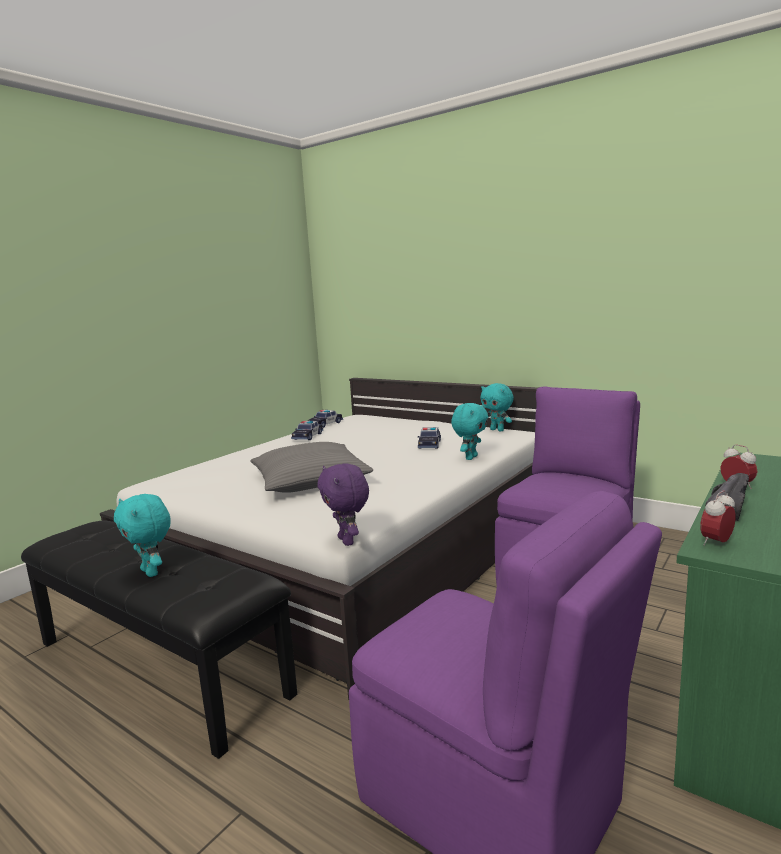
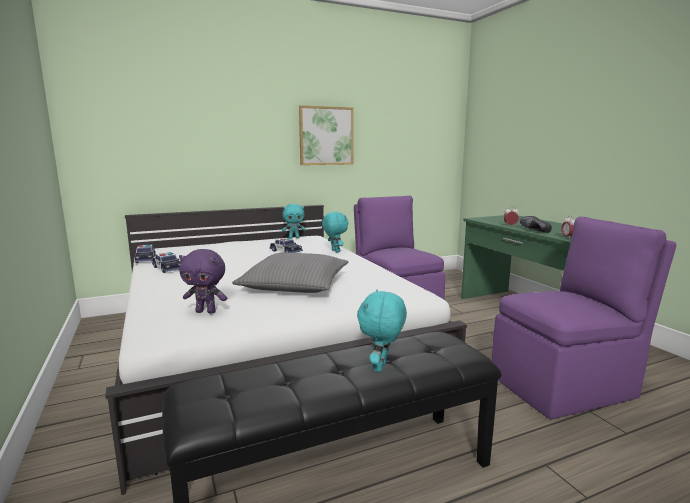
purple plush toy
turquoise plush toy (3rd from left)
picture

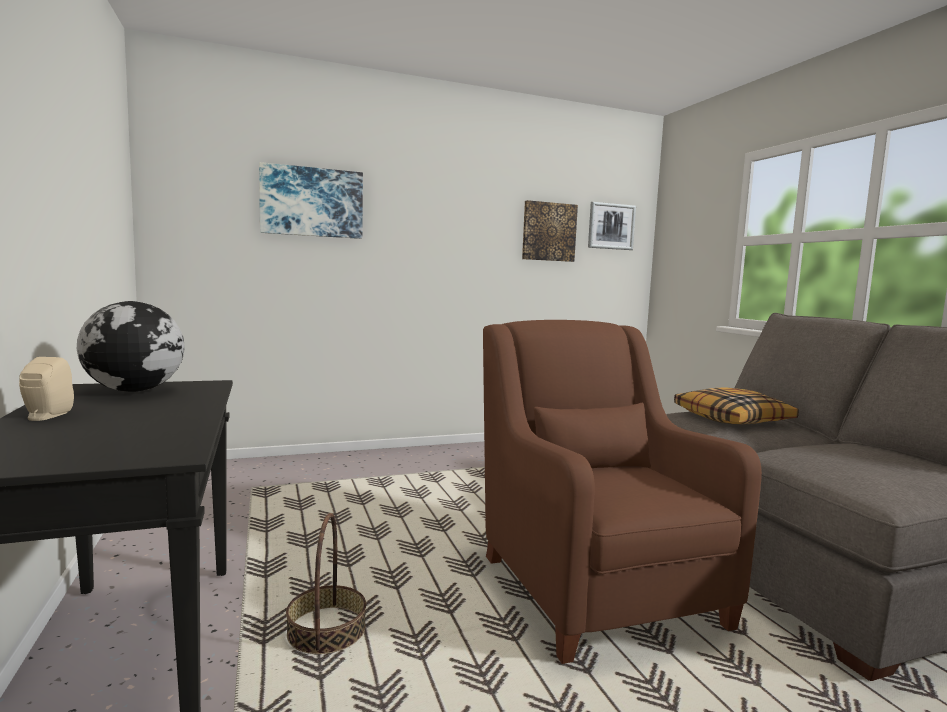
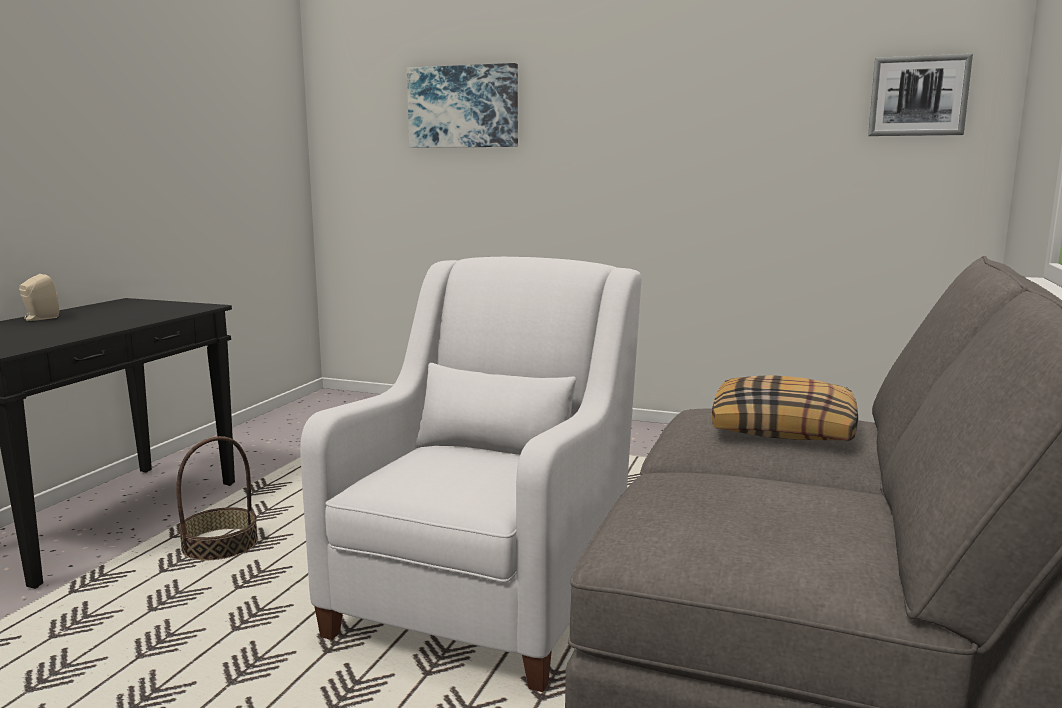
picture (2nd from left in the first image)
globe
white armchair

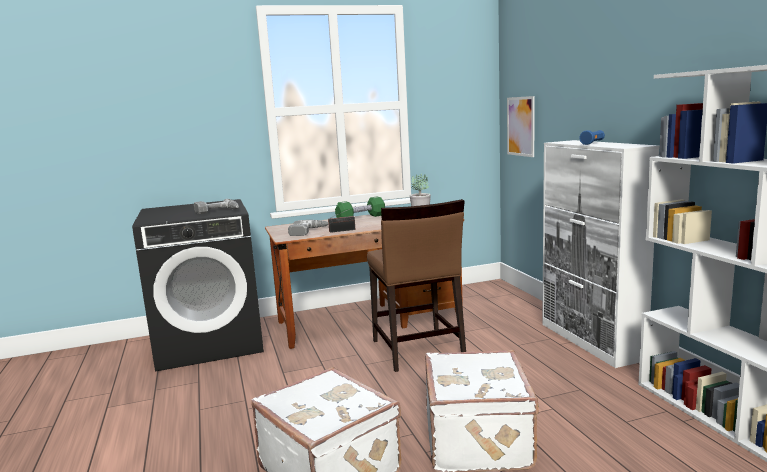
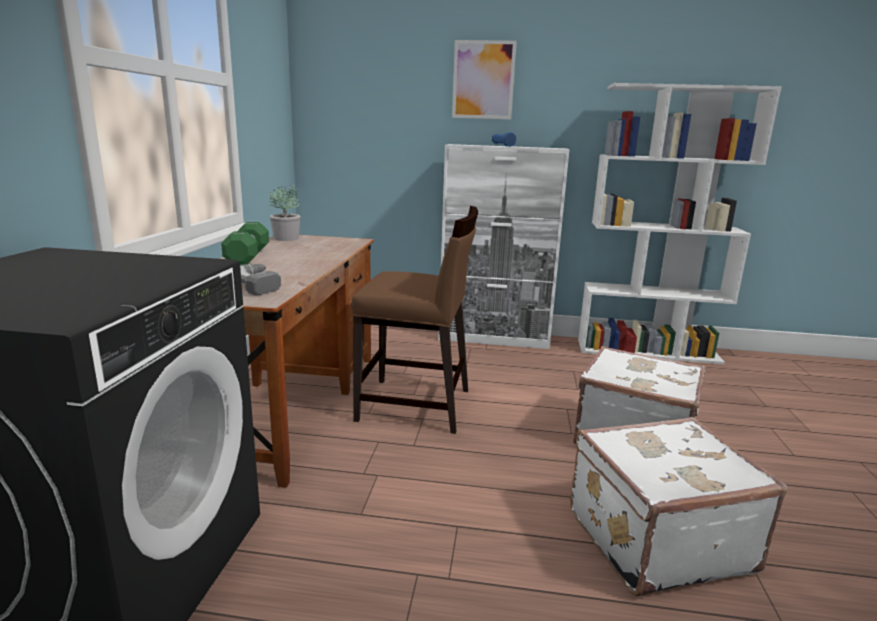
picture
power drill (1st from left in the first image)
radio

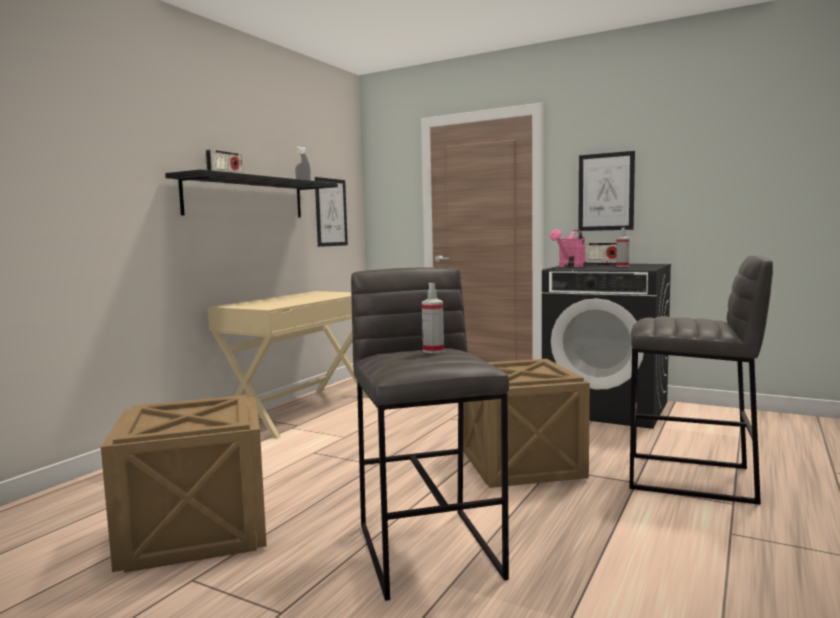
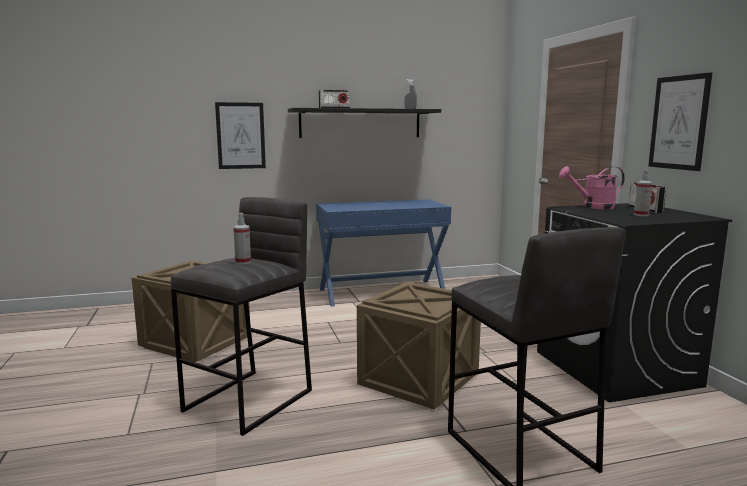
picture (1st from left)
blue desk

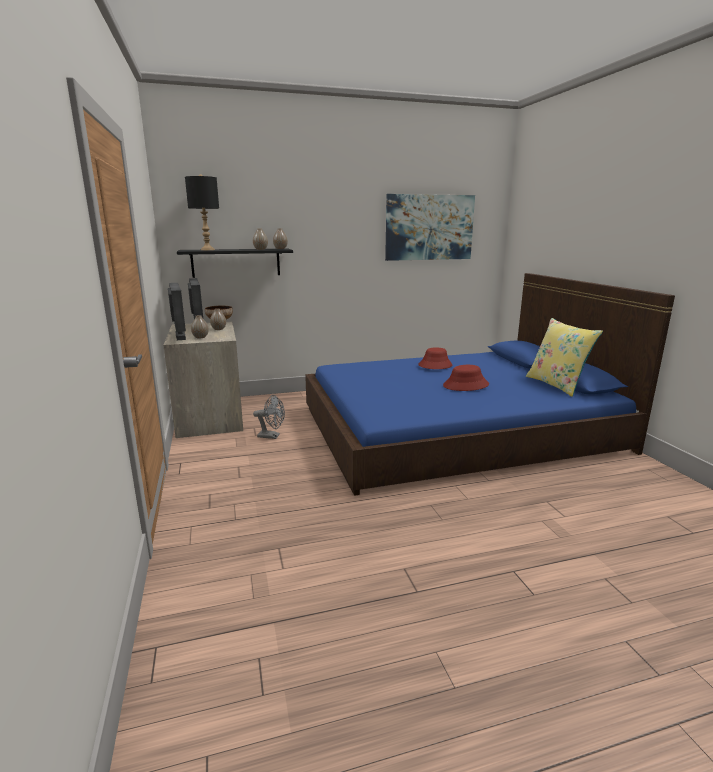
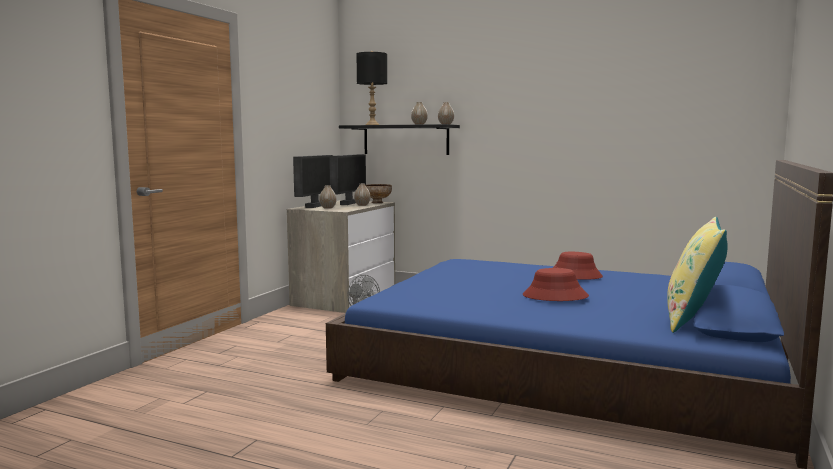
picture

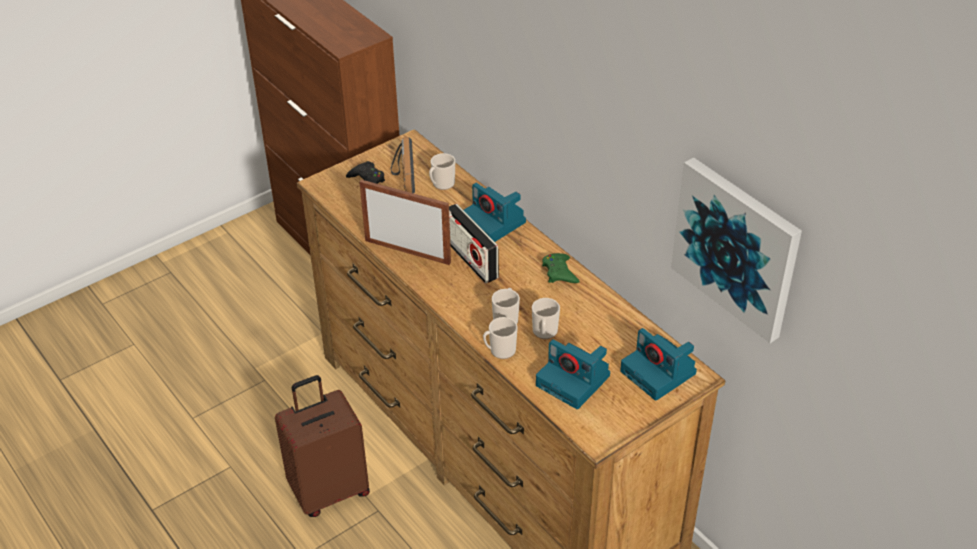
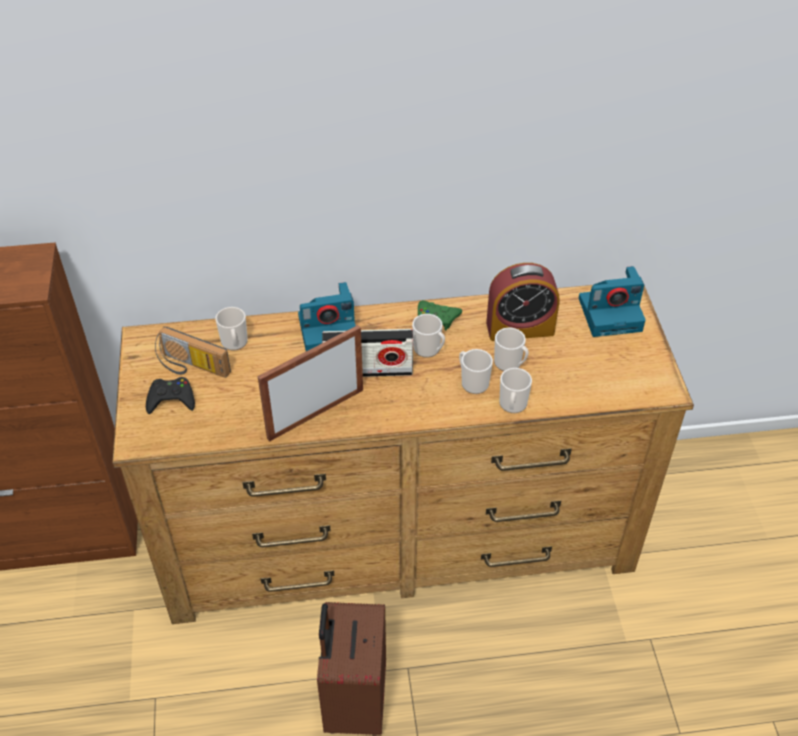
picture
photo camera (2nd from left in the first image)
alarm clock
mug (2nd from left)

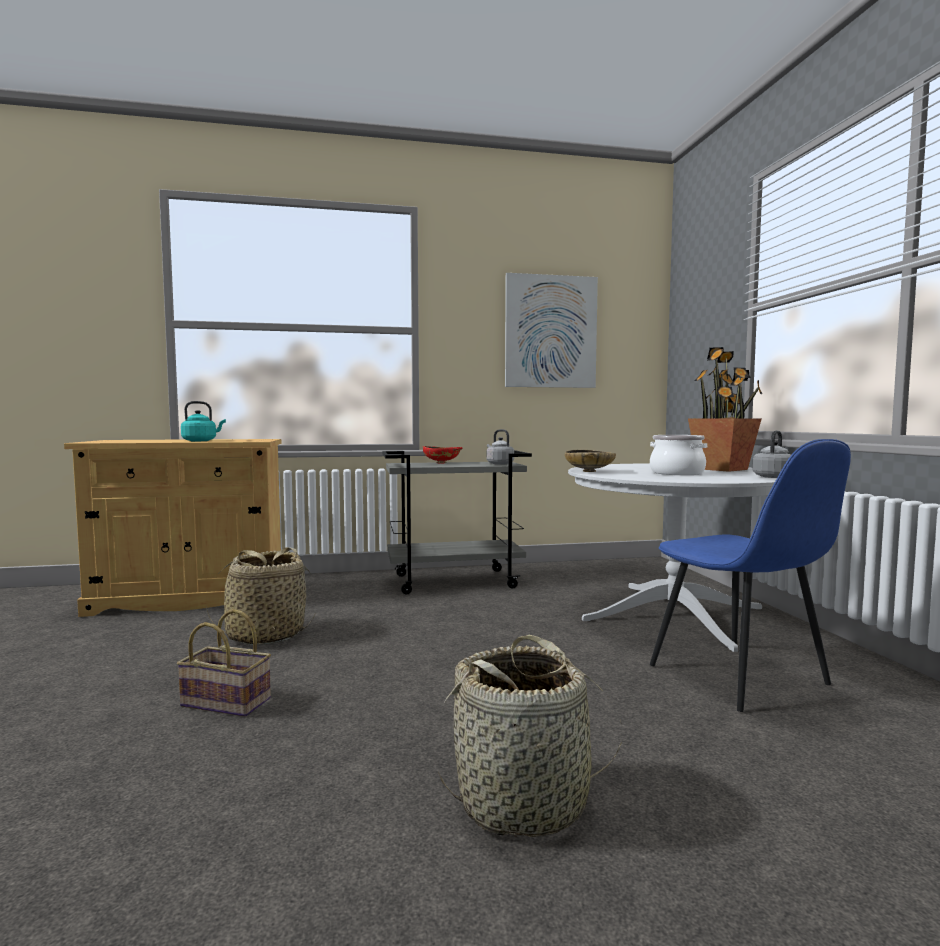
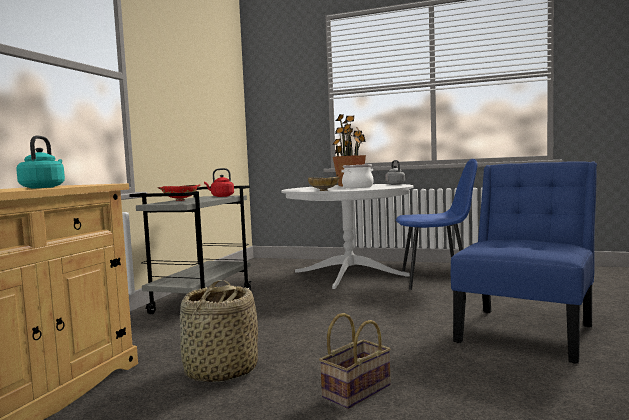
picture
red kettle
blue chair (2nd from left)

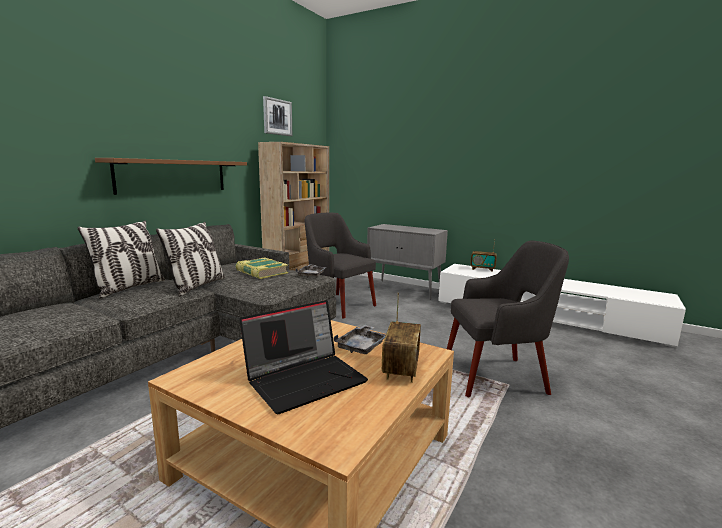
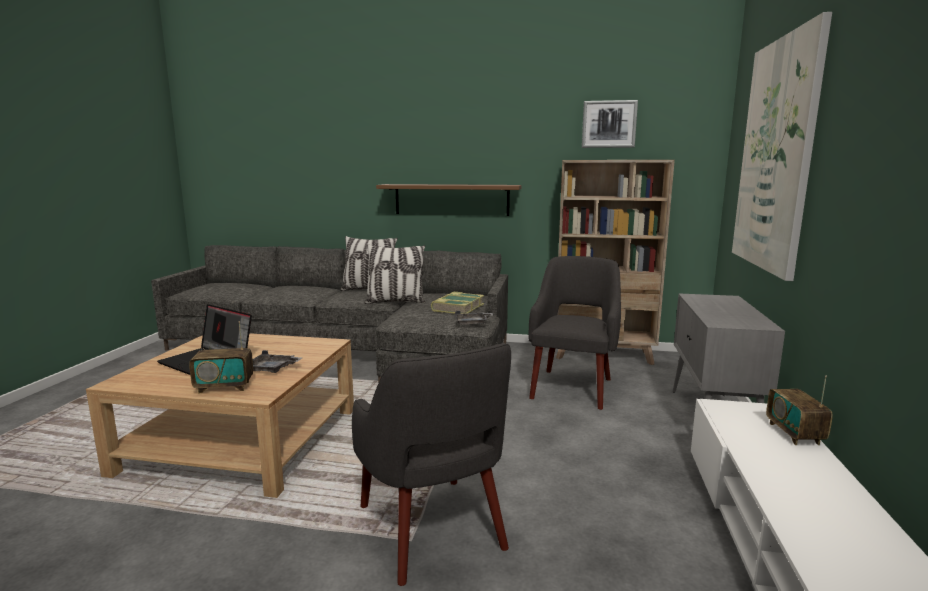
picture (2nd from left)

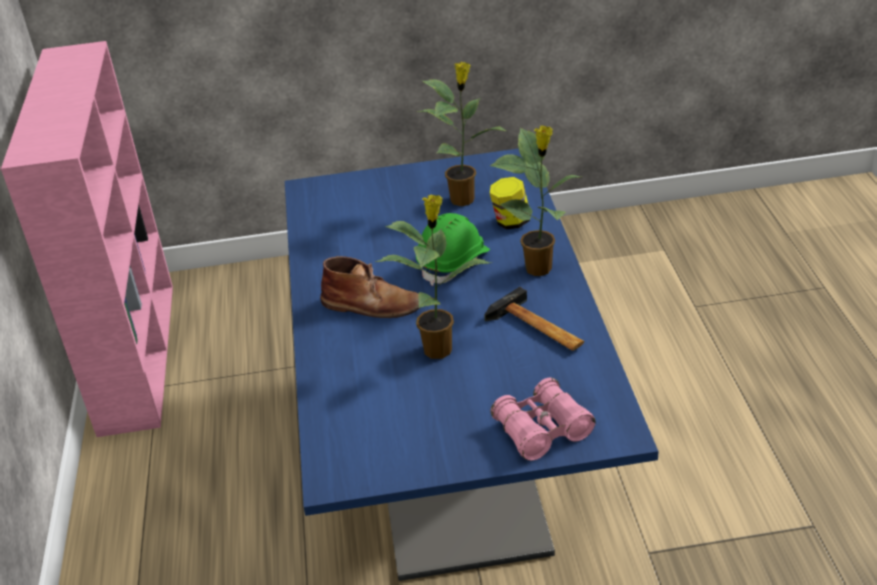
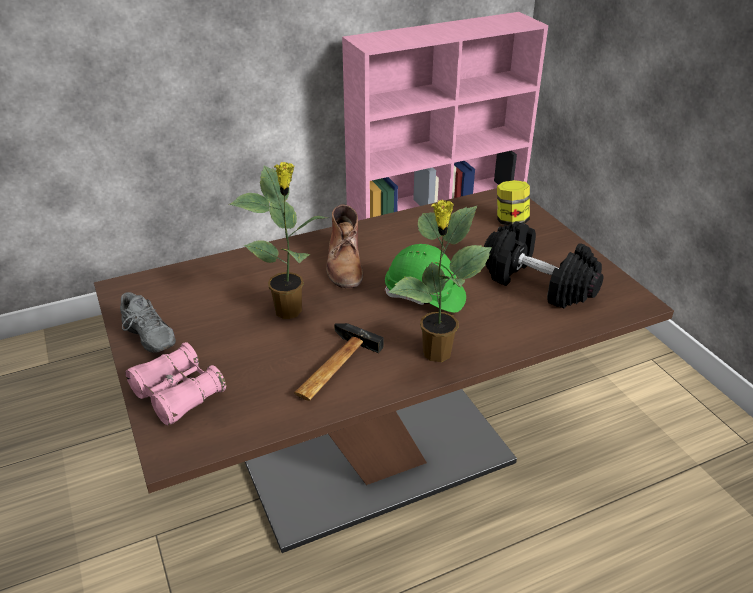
black dumbbell
brown dining table
jar
grey shoe

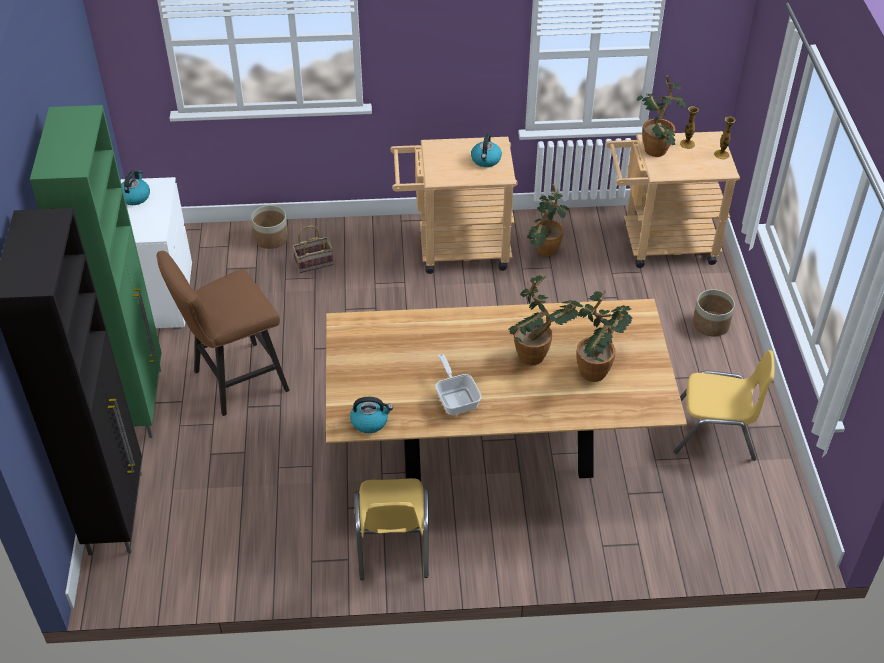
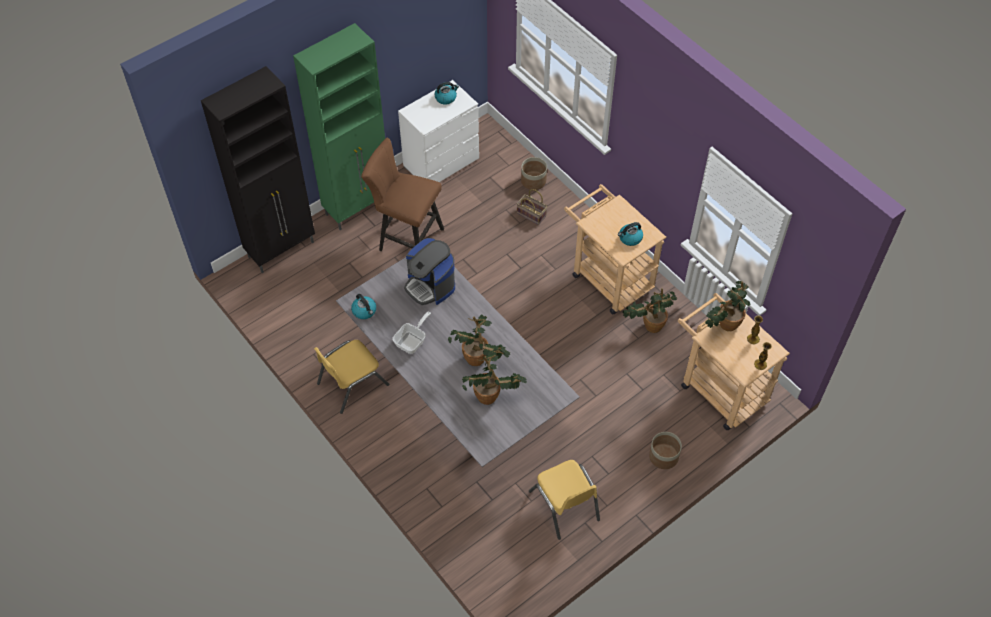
grey dining table
coffee machine

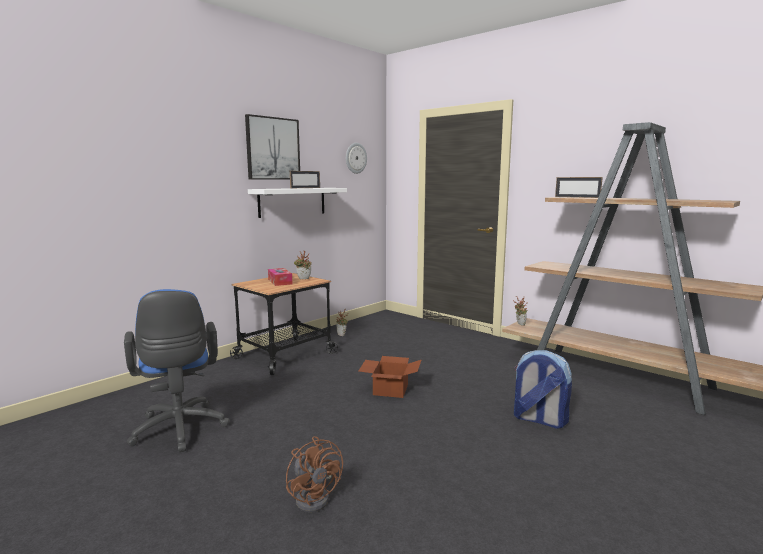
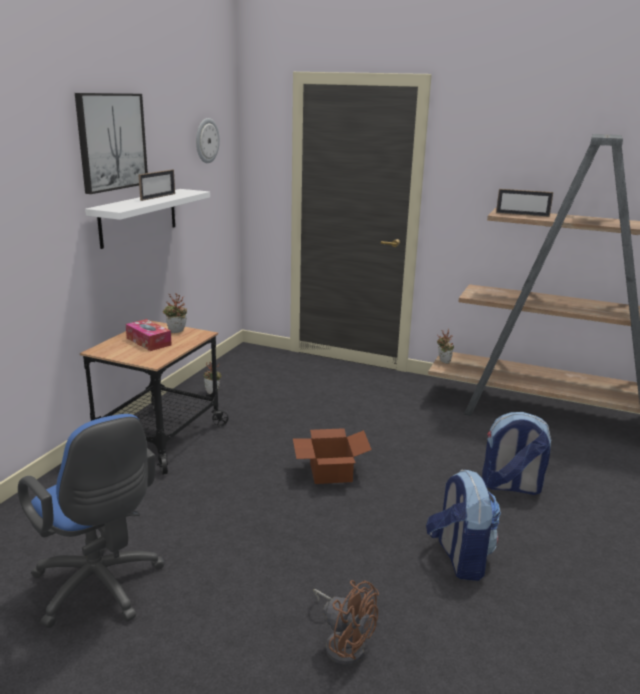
backpack (1st from left)

